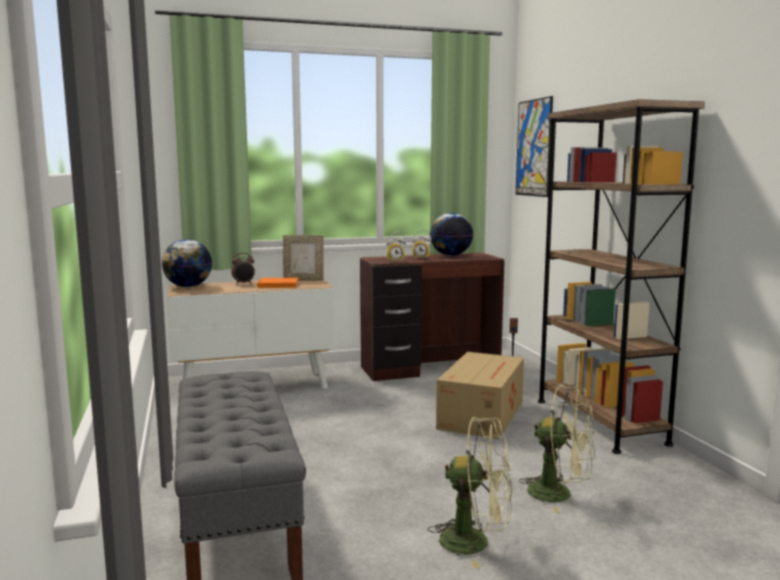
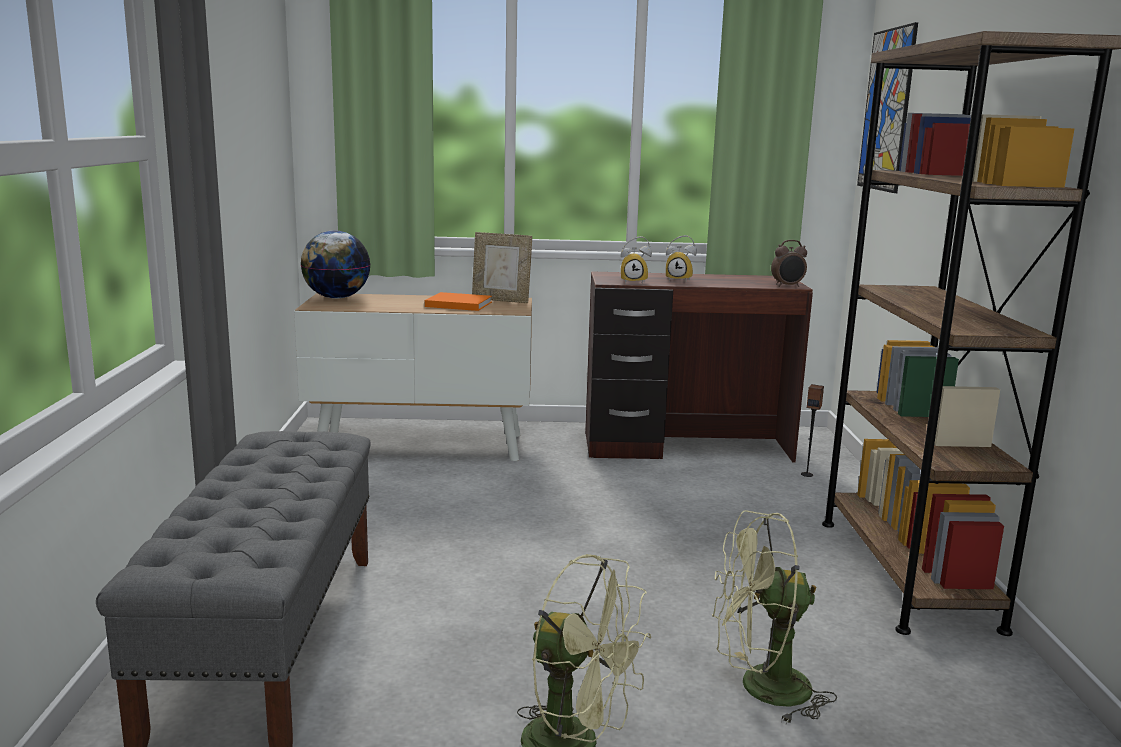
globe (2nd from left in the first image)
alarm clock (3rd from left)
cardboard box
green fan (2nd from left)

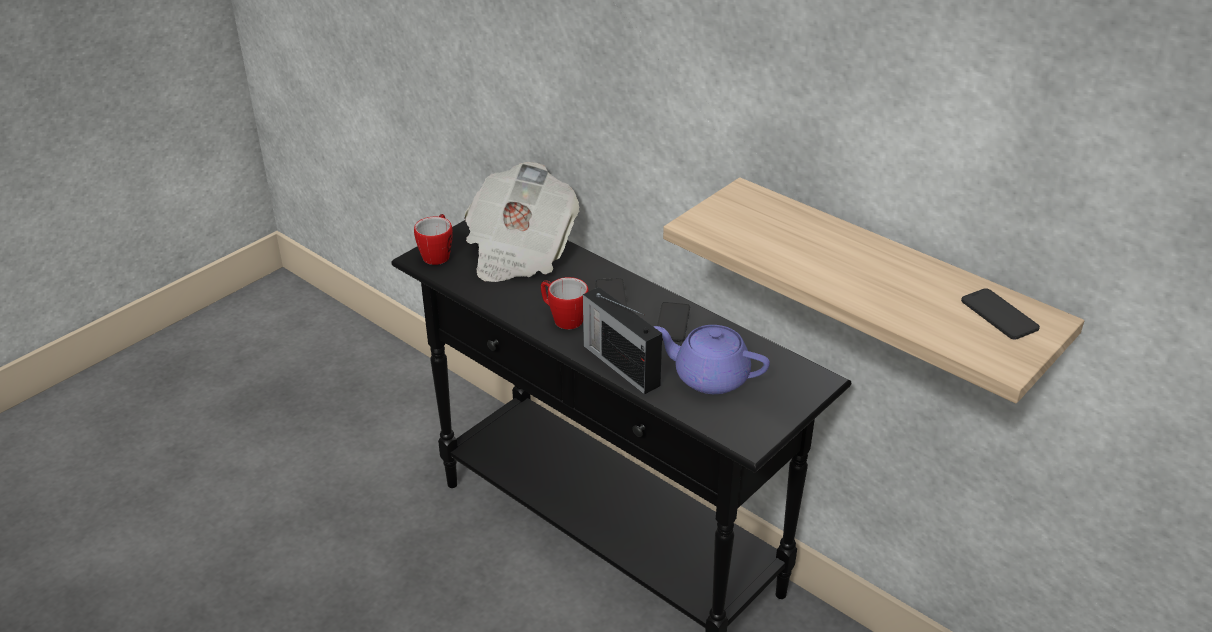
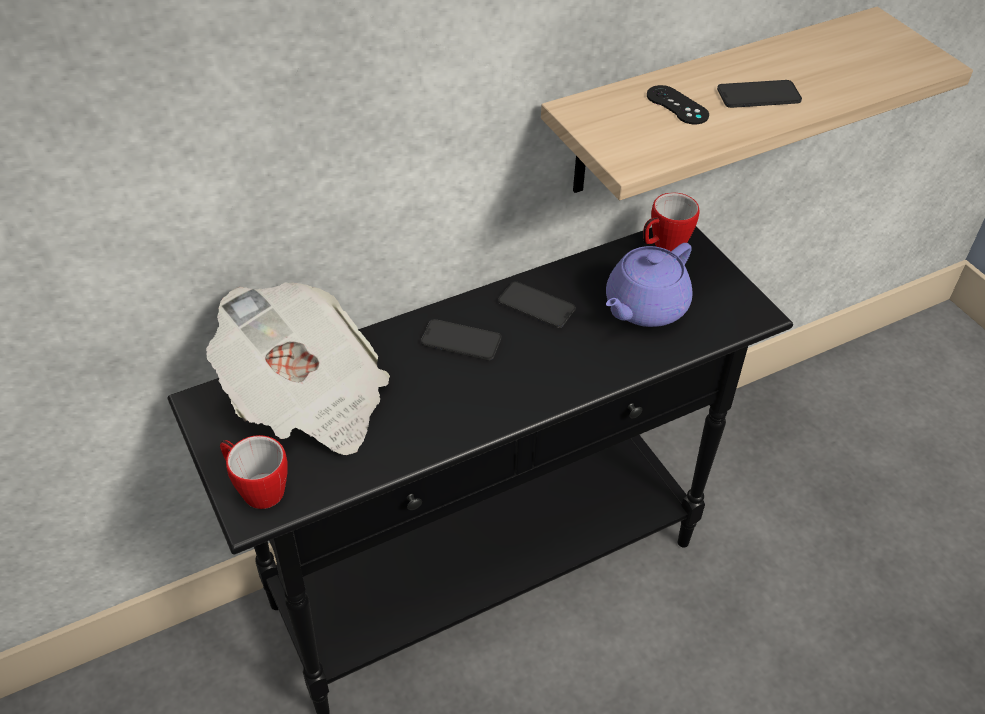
mug (2nd from left)
radio
phone (3rd from left)
black game controller

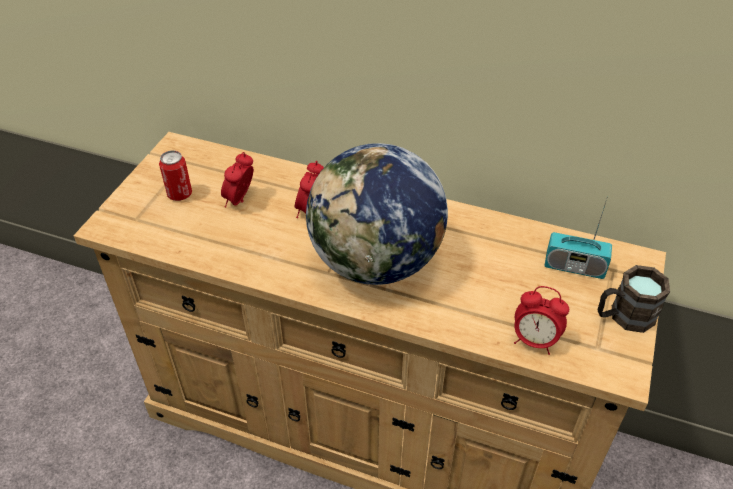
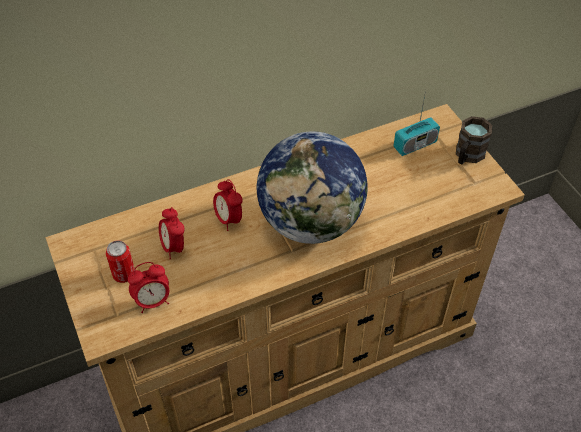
alarm clock (1st from left)

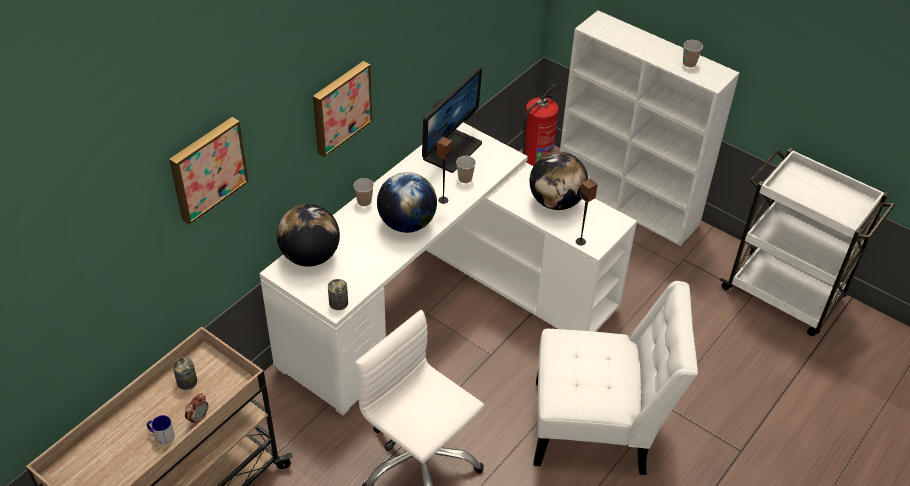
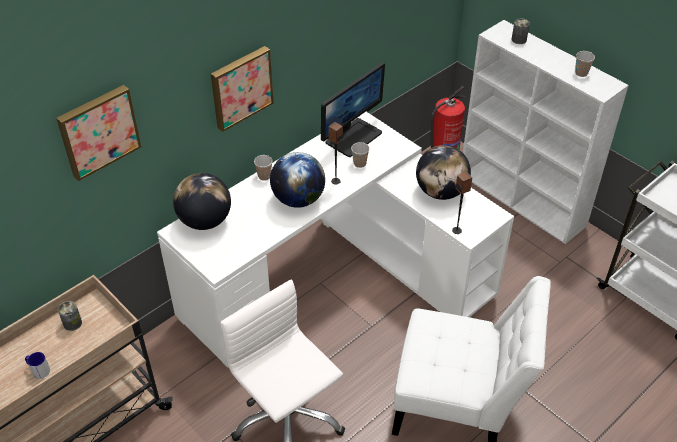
can (2nd from left)
alarm clock

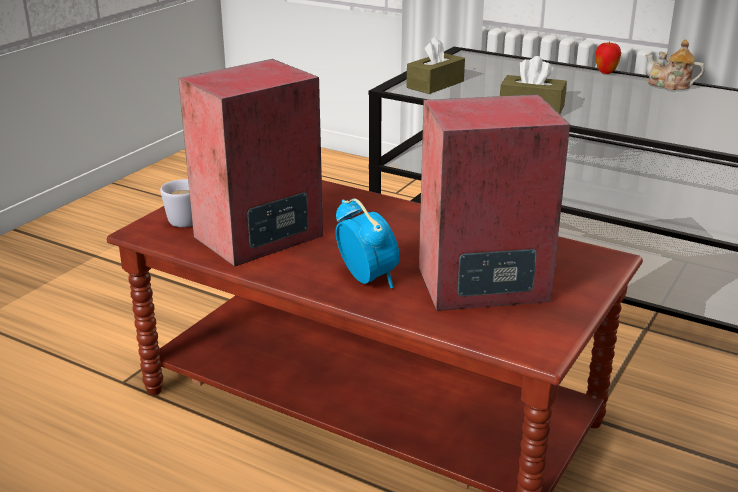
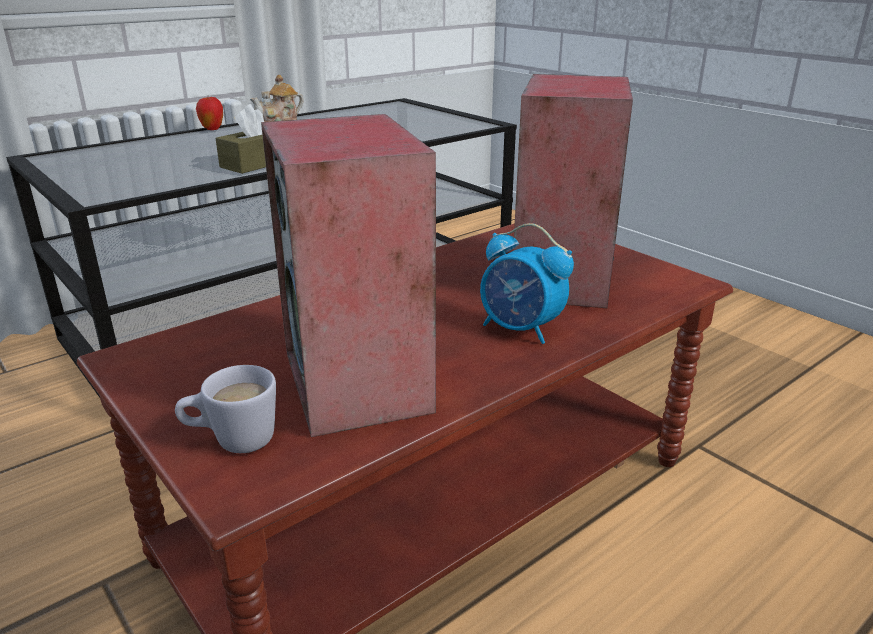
brown tissue box (1st from left in the first image)
alarm clock

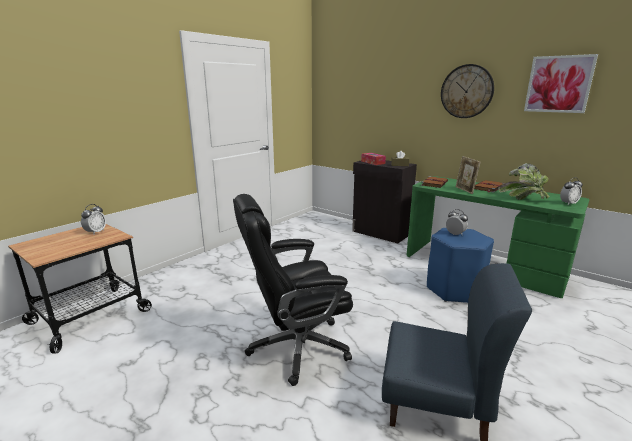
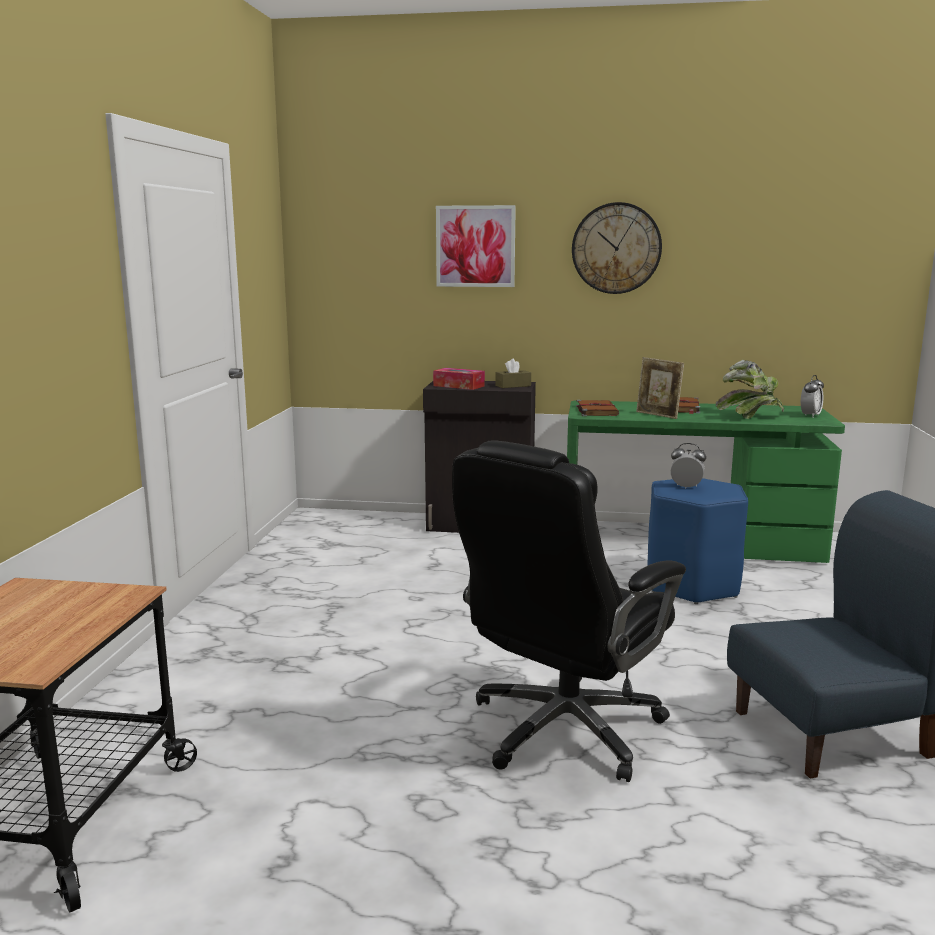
picture
alarm clock (1st from left in the first image)

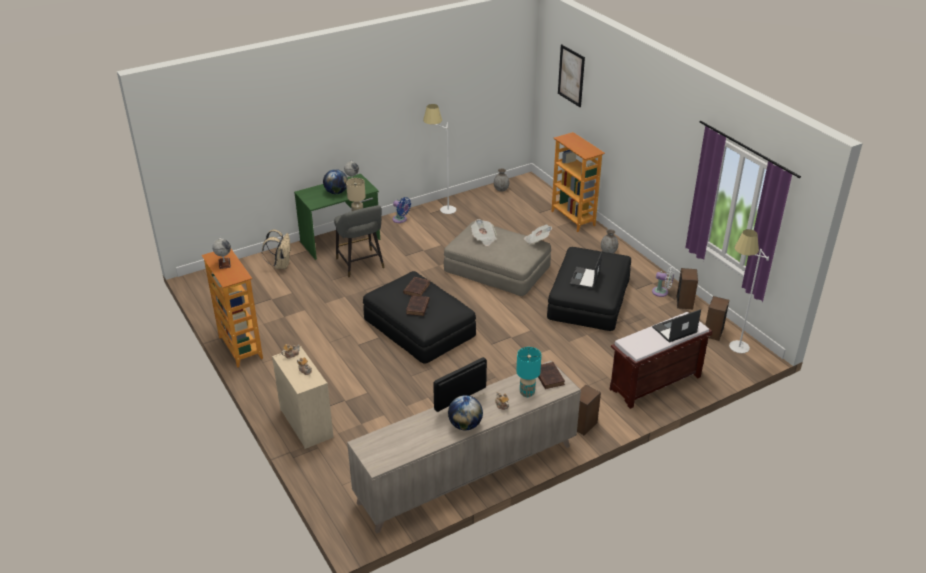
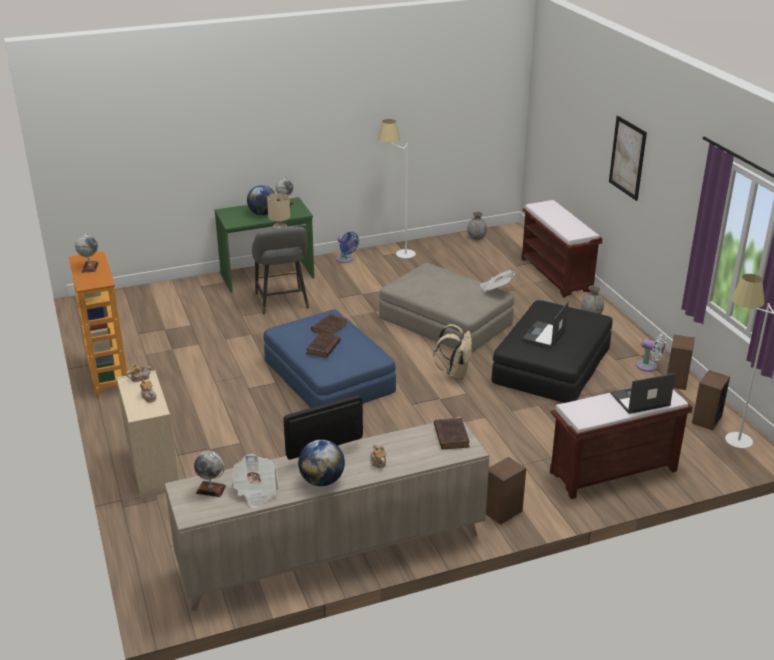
picture
brown bench (1st from left)
newspaper (1st from left)
beige backpack
blue ottoman
turquoise table lamp
globe (2nd from left)

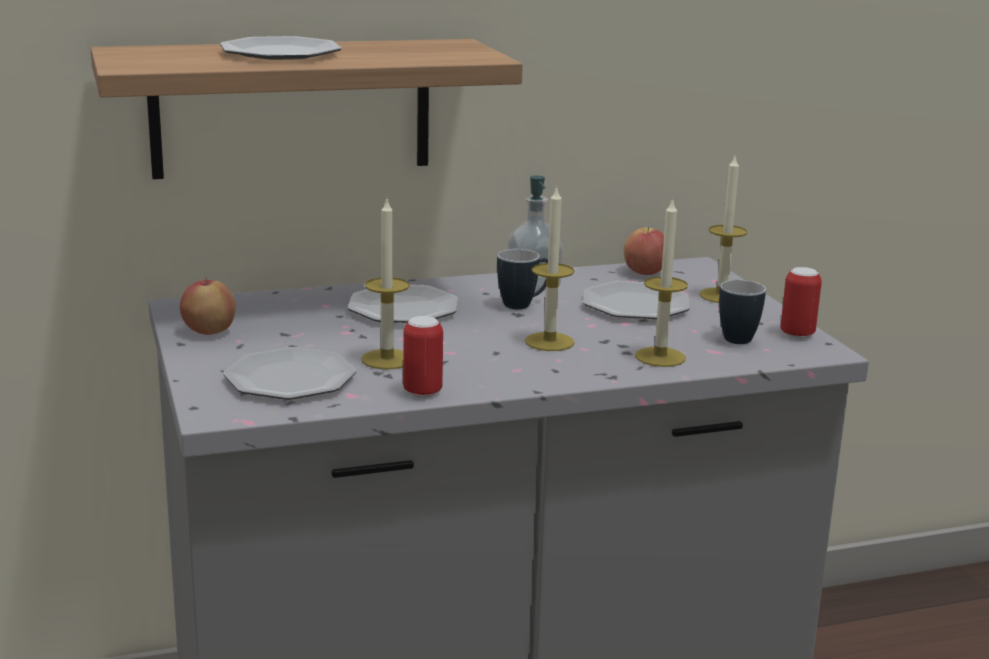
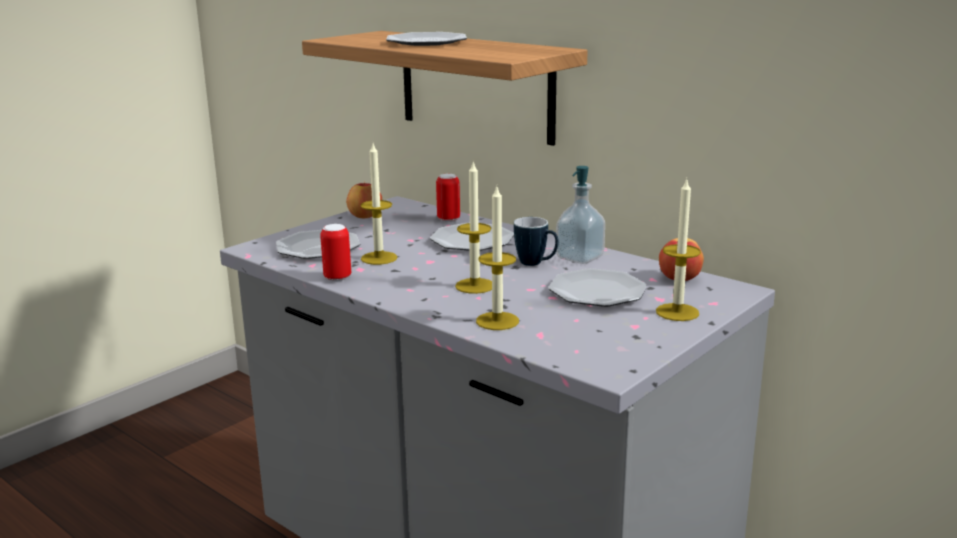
can (2nd from left)
mug (2nd from left in the first image)

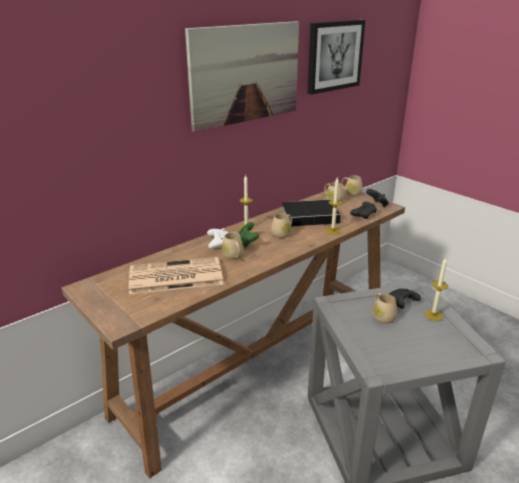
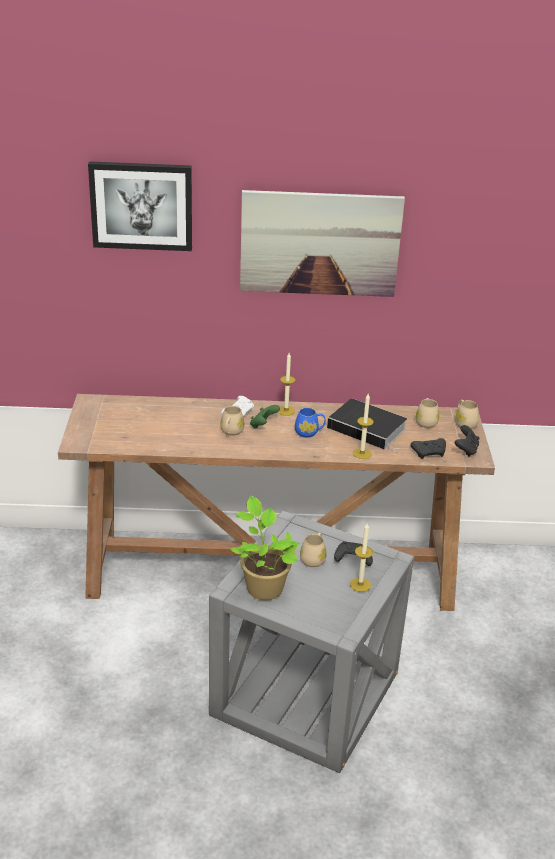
picture (1st from left)
blue mug
newspaper
potted plant

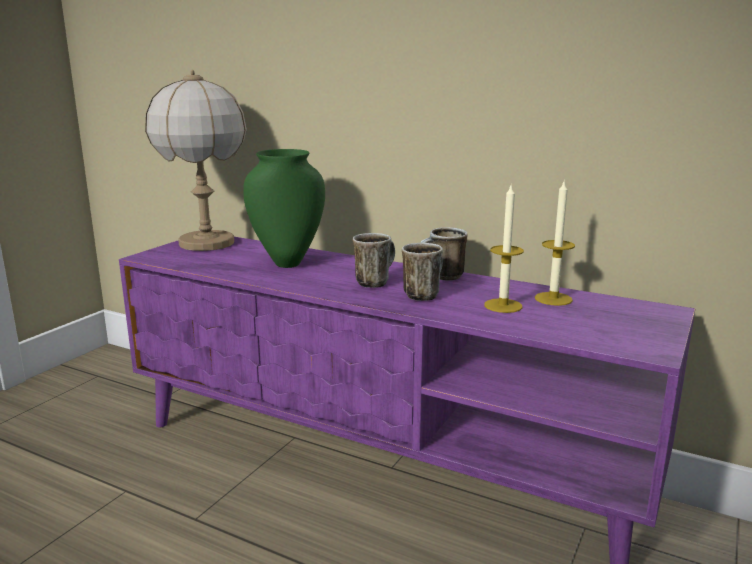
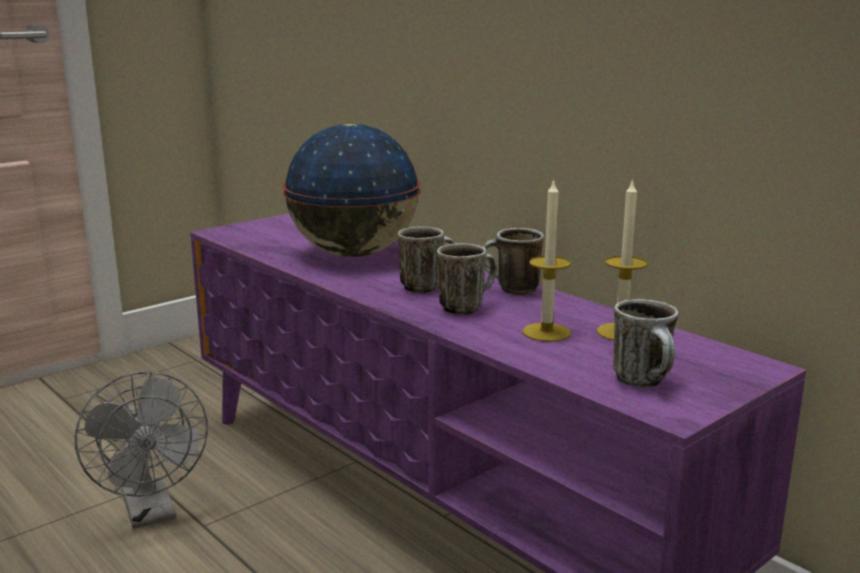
table lamp
globe
mug (4th from left)
grey fan

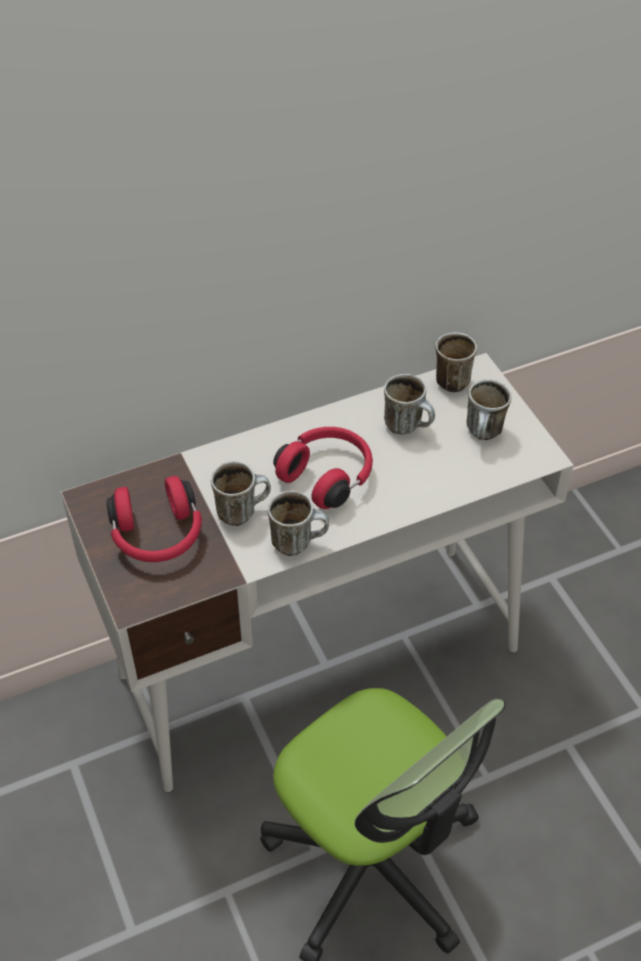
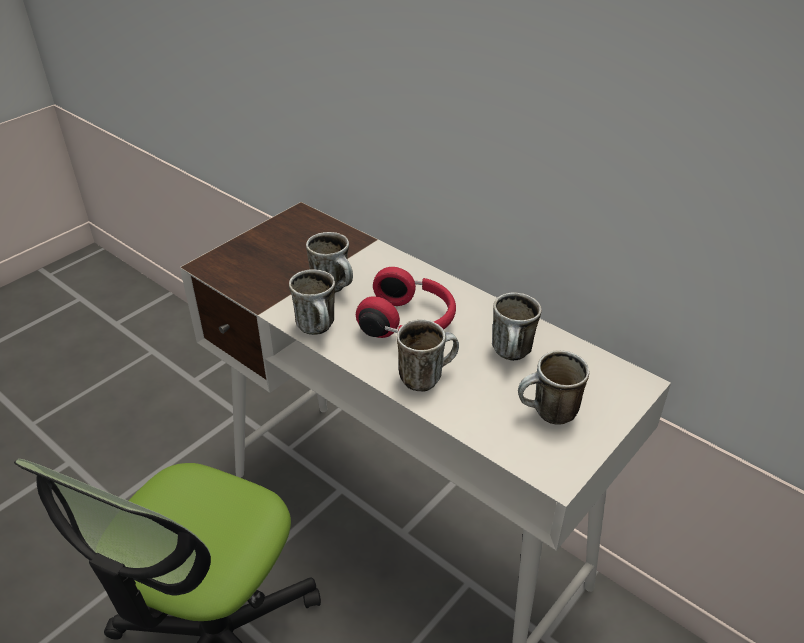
mug (3rd from left)
red headphones (1st from left in the first image)

